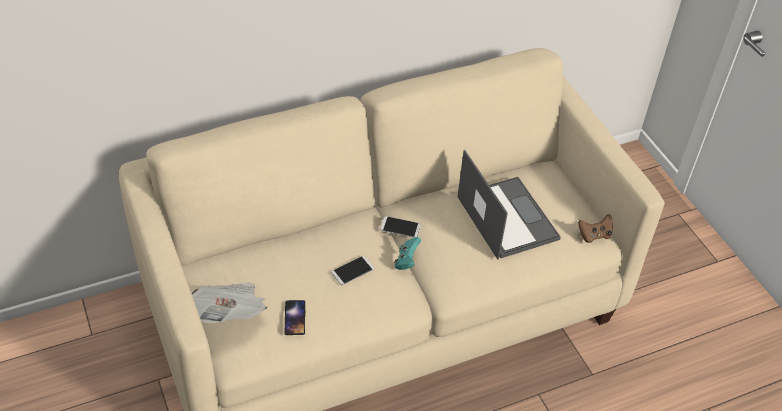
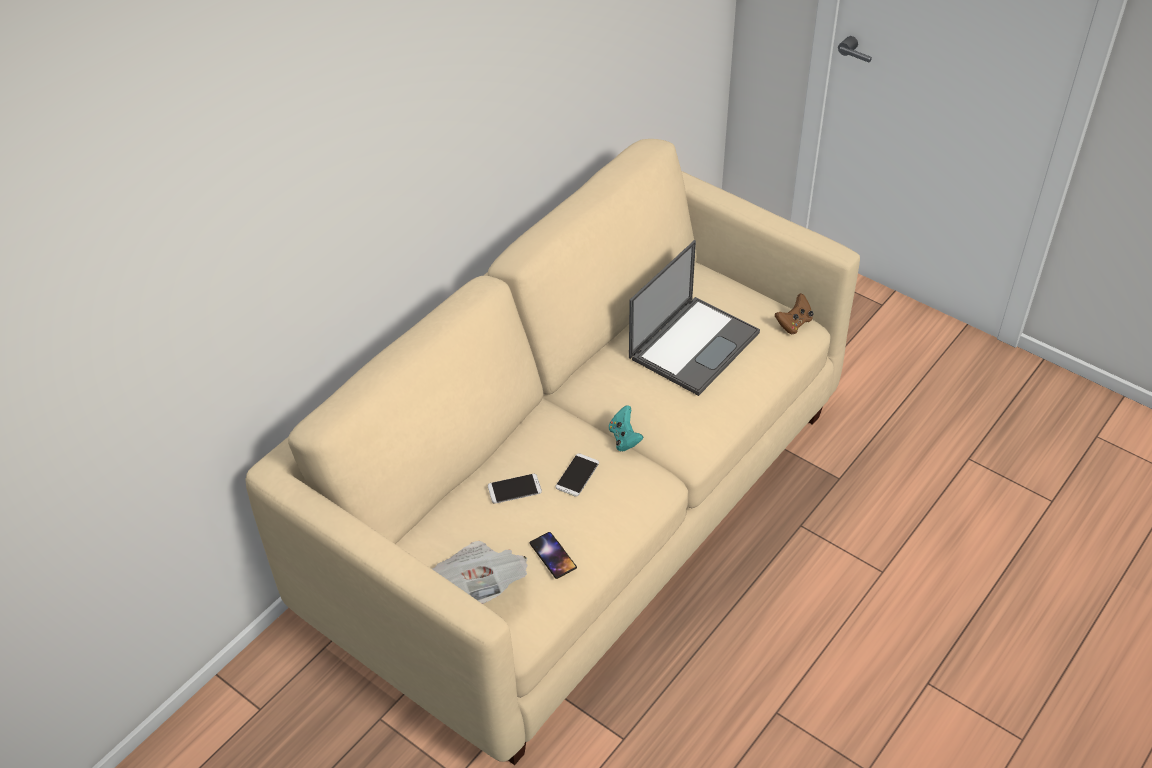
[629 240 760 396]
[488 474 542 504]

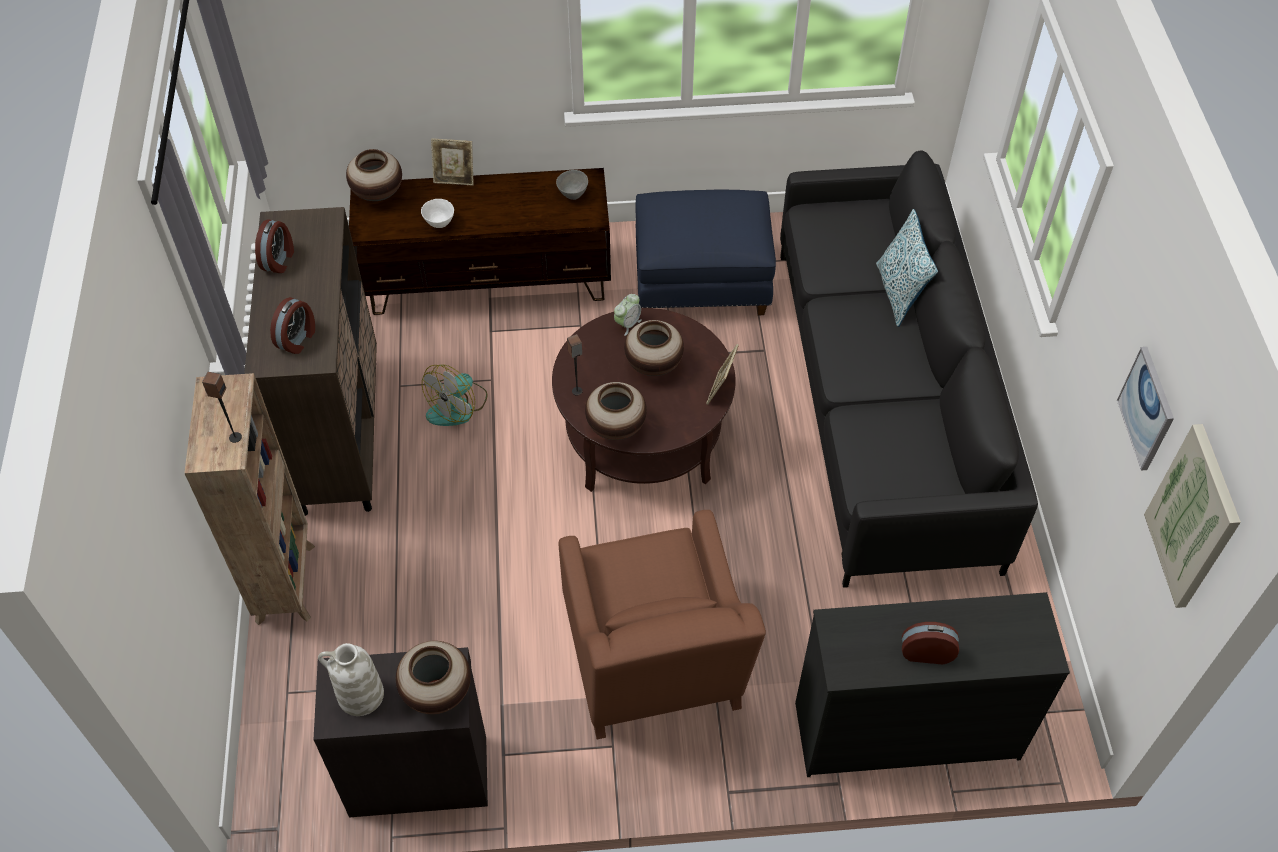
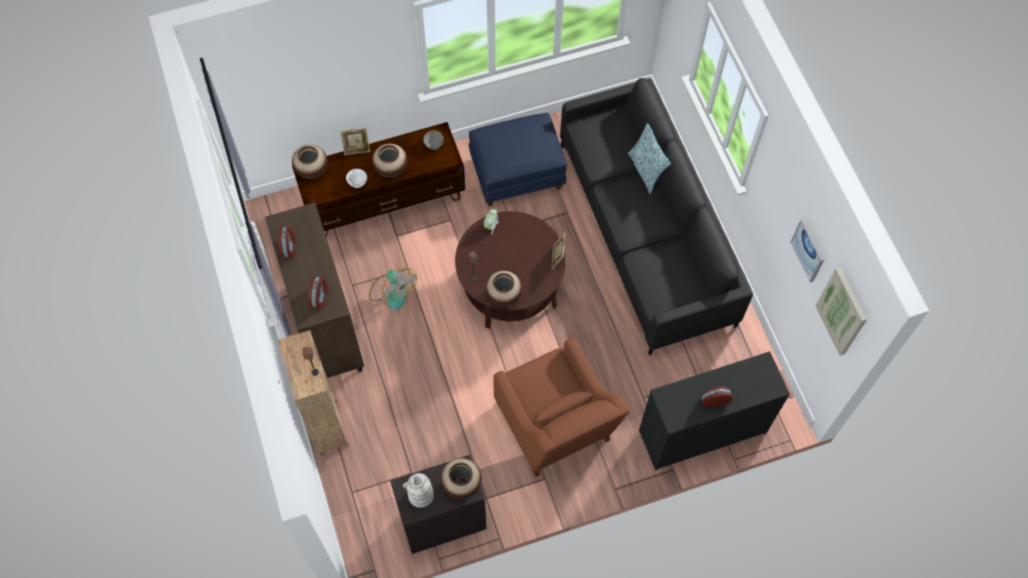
[372 144 407 177]
[369 267 417 310]

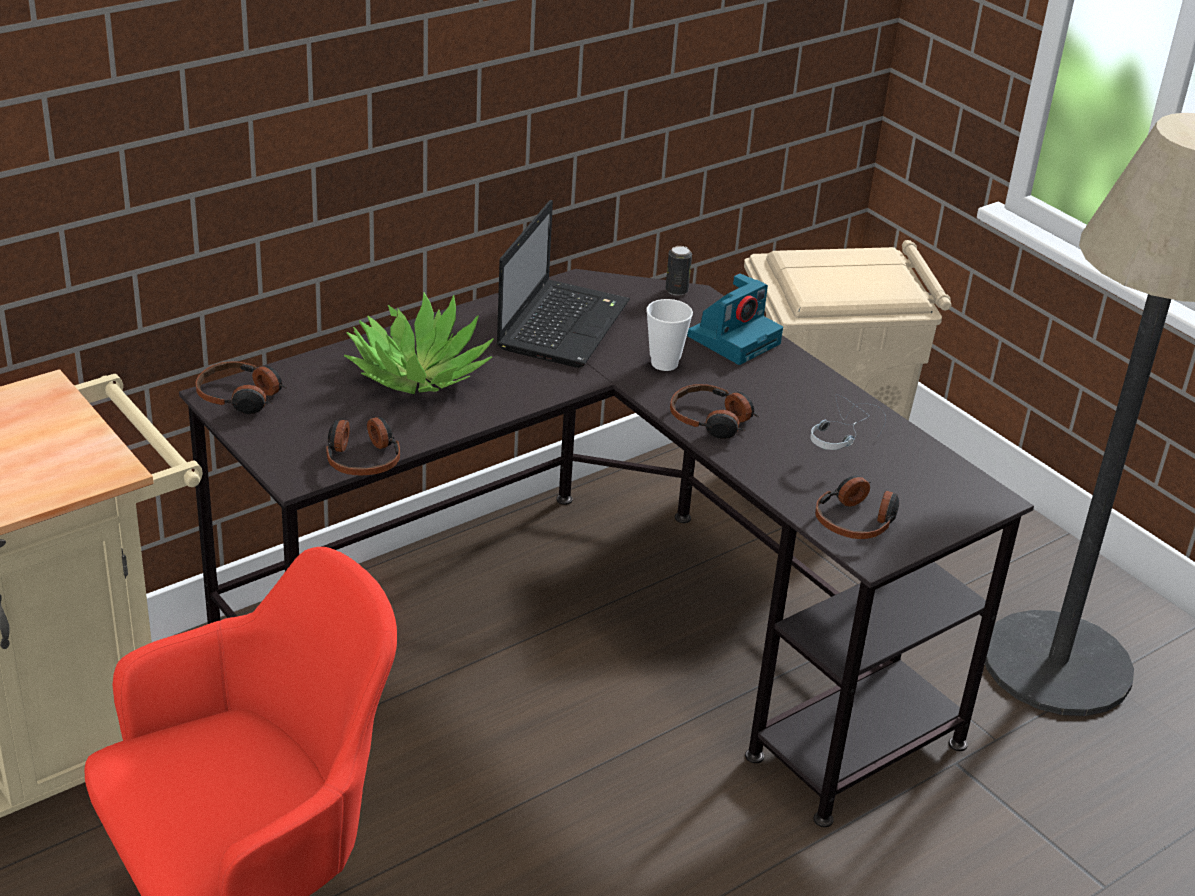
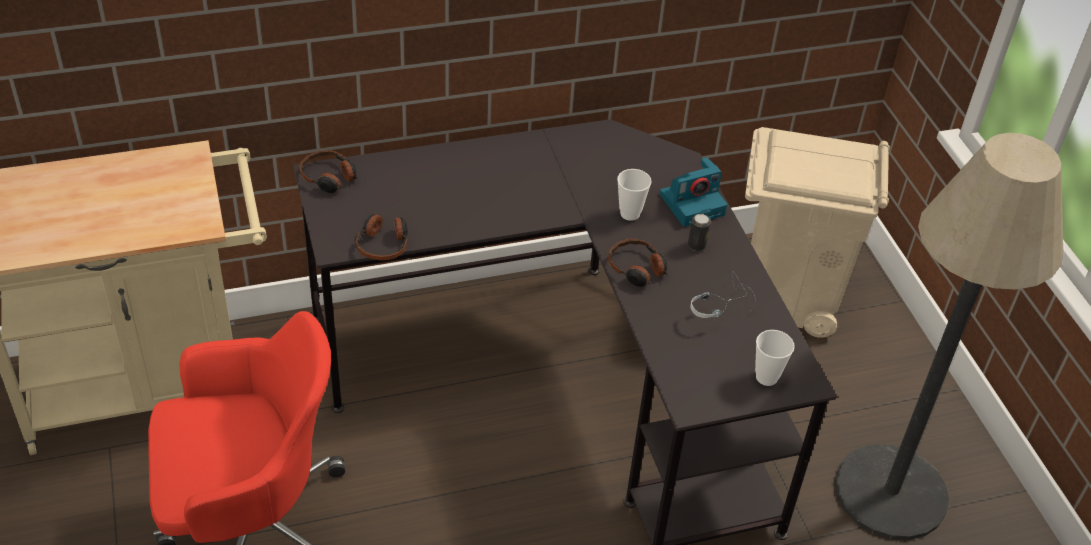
[496 200 630 368] (first image)
[688 214 711 251]
[344 293 494 394] (first image)
[815 475 899 539] (first image)
[755 330 795 386]

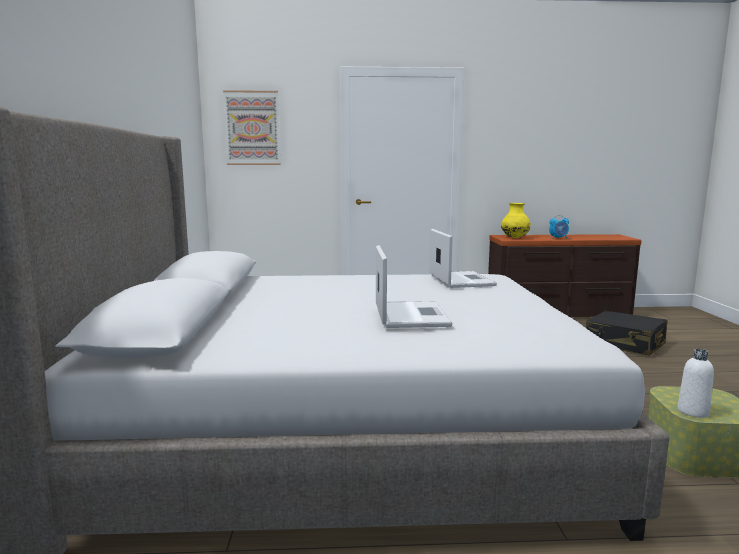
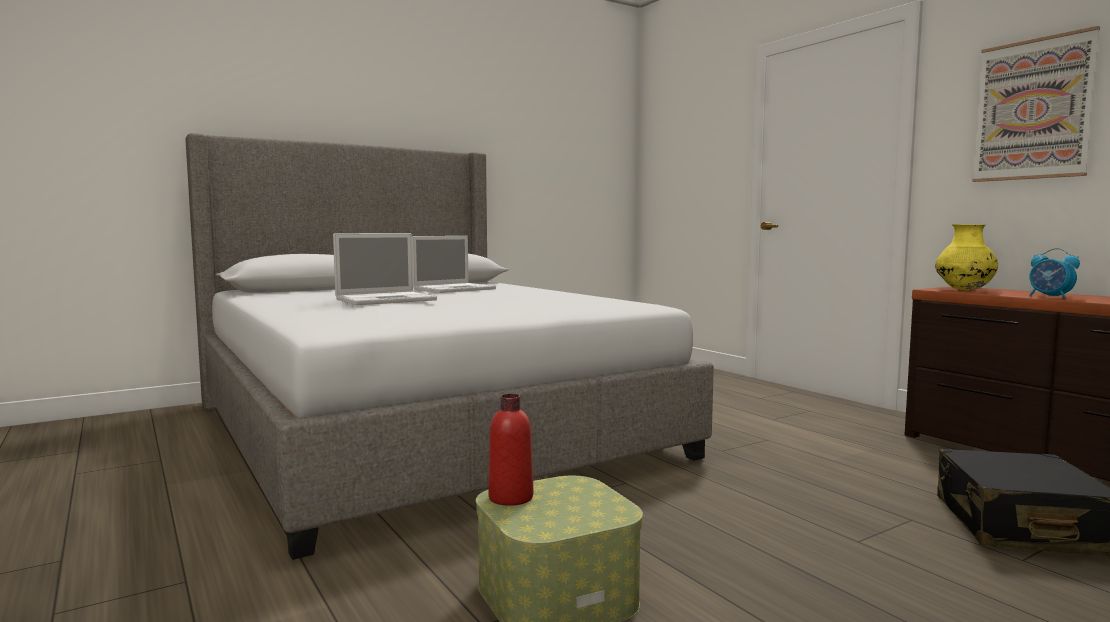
[972 26 1100 182]
[412 236 496 293]
[488 394 533 506]

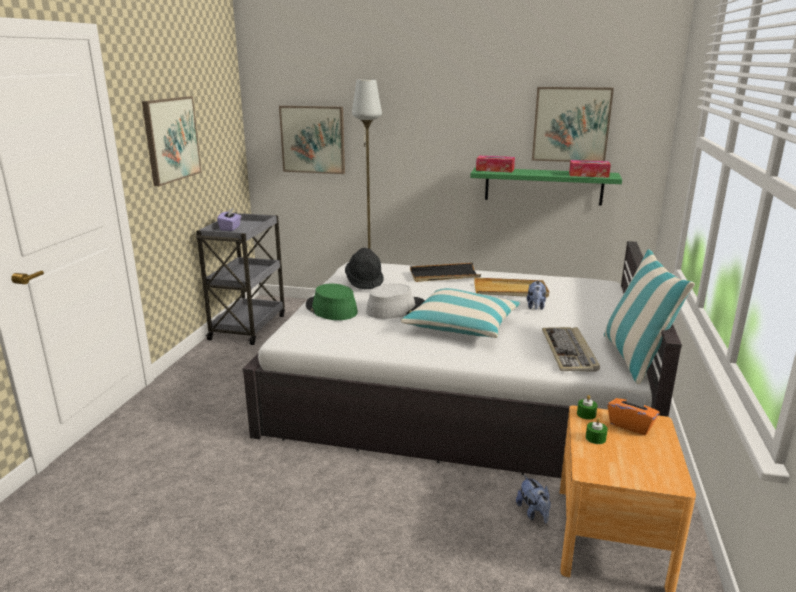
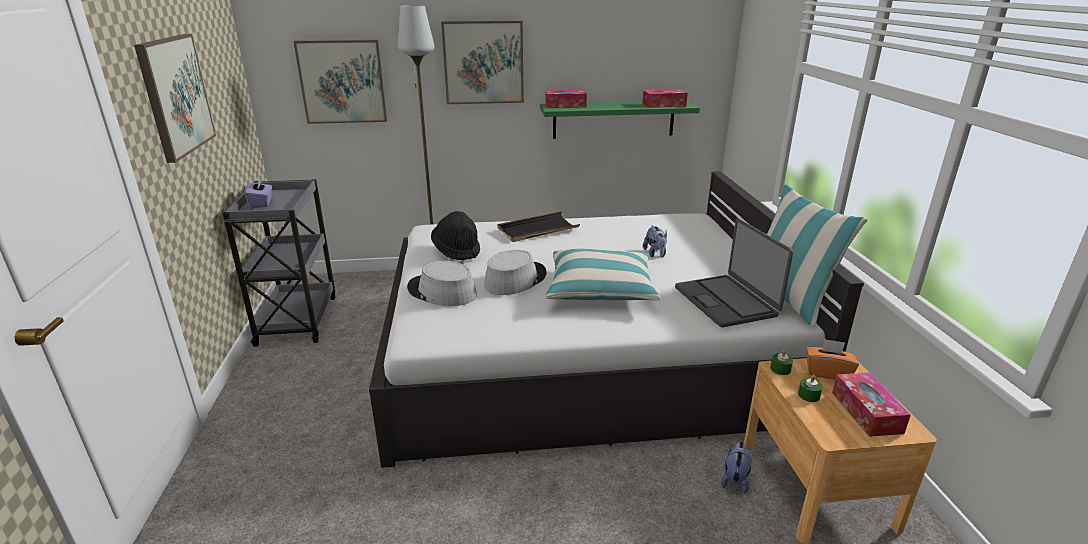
[441 21 524 104]
[474 277 549 298] (first image)
[407 261 477 306]
[675 218 793 328]
[721 442 752 494]
[832 372 911 437]

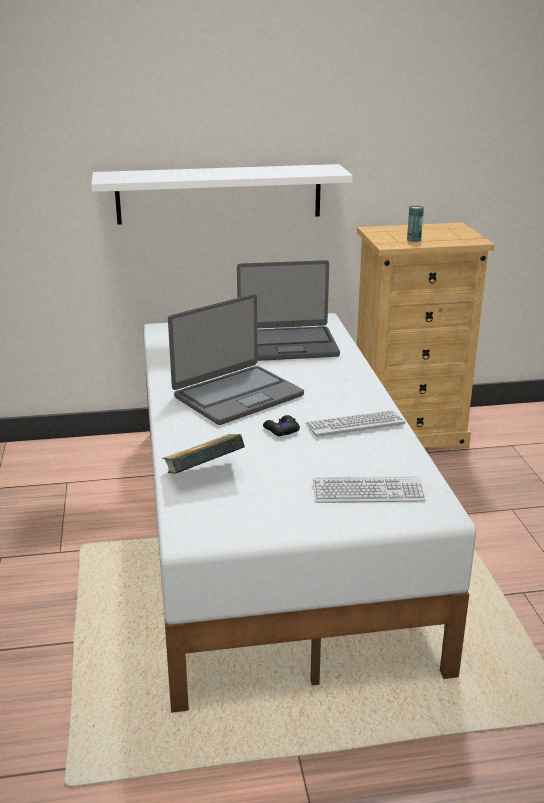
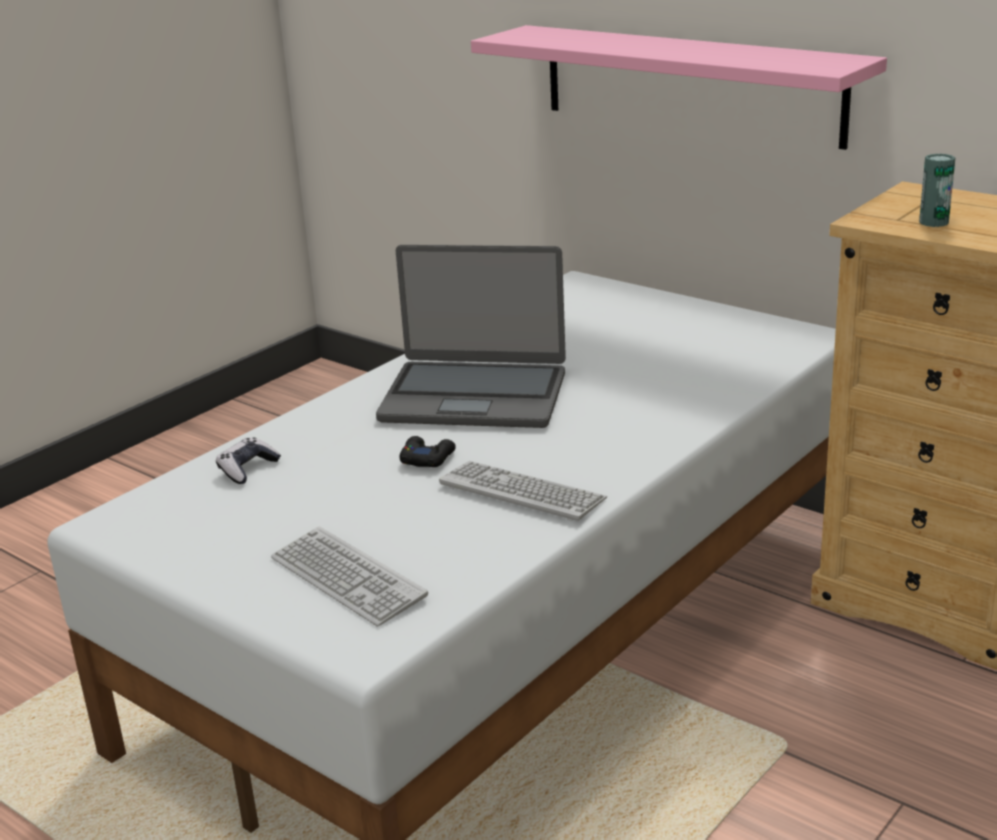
[471 25 887 150]
[237 260 340 361] (first image)
[216 437 281 484]

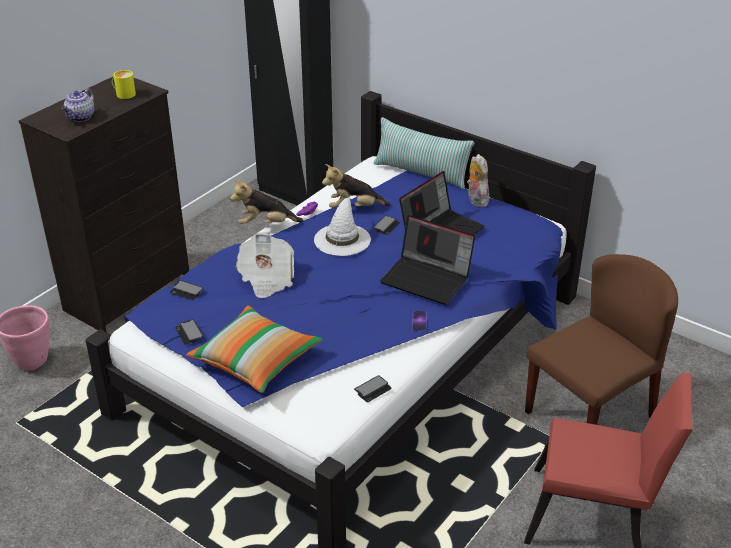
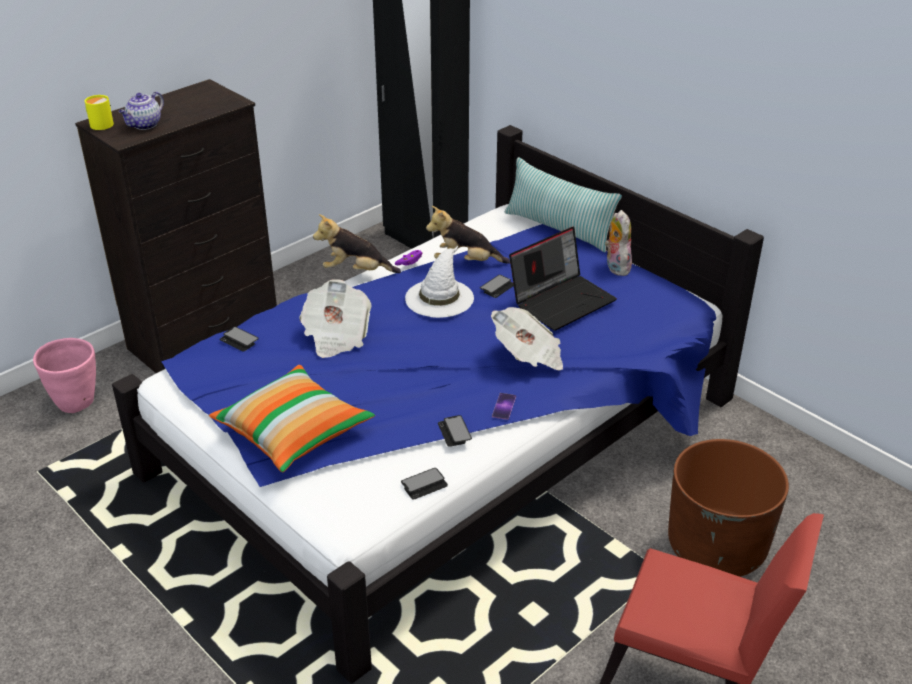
[85 95 114 130]
[491 307 563 370]
[668 439 789 577]
[438 415 472 447]

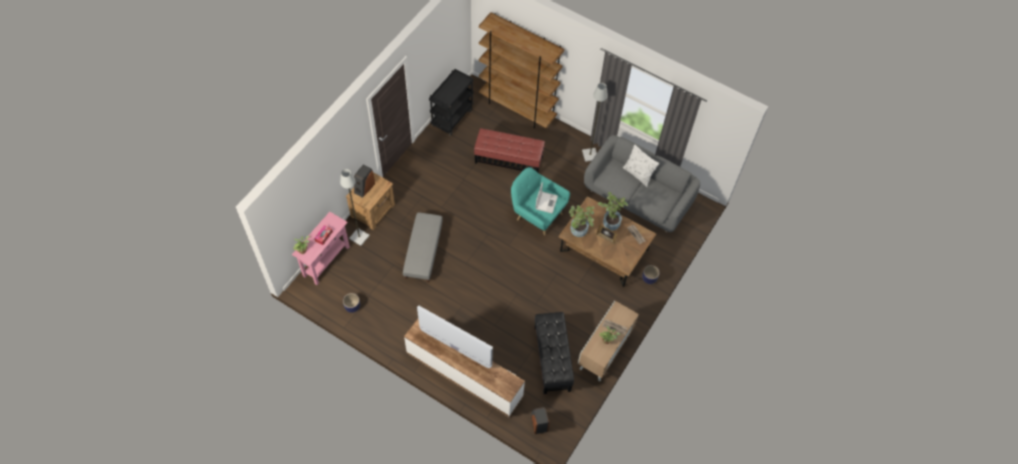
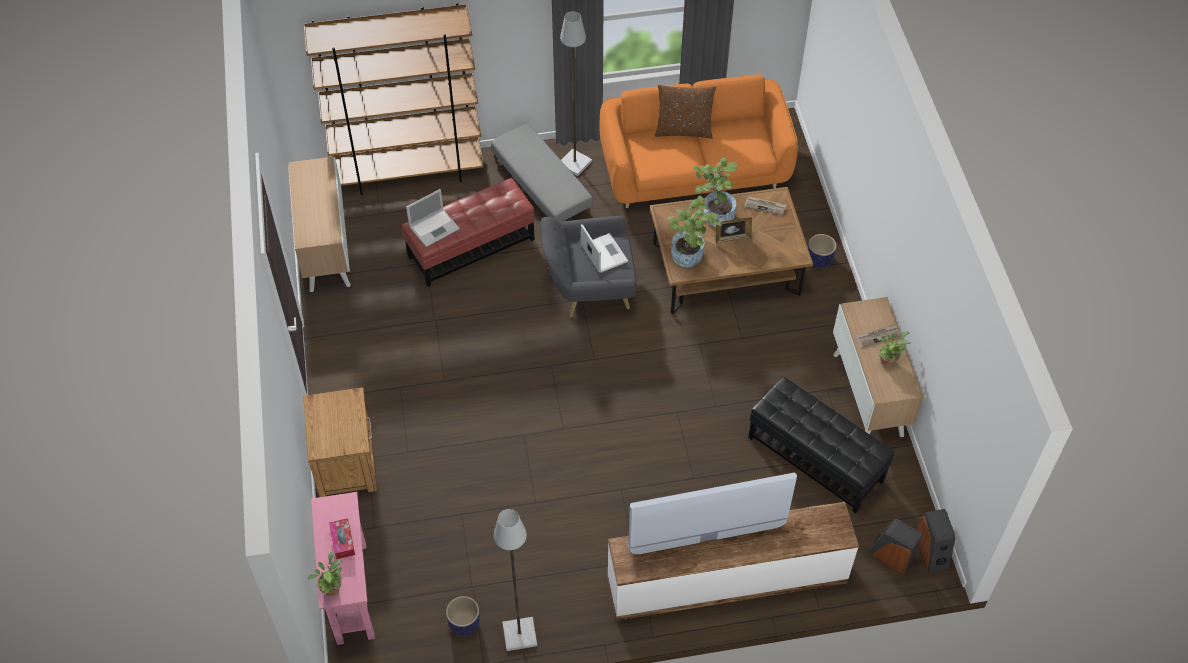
[289 157 351 292]
[600 74 798 208]
[655 85 716 139]
[917 509 955 573]
[540 216 637 317]
[494 509 537 651]
[491 124 593 222]
[406 189 460 247]

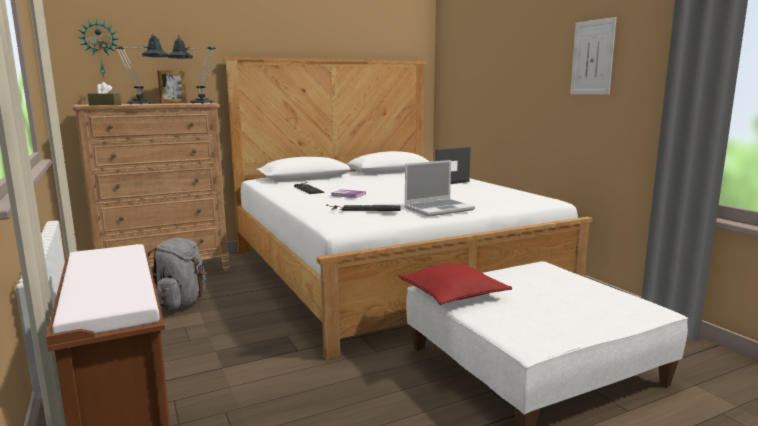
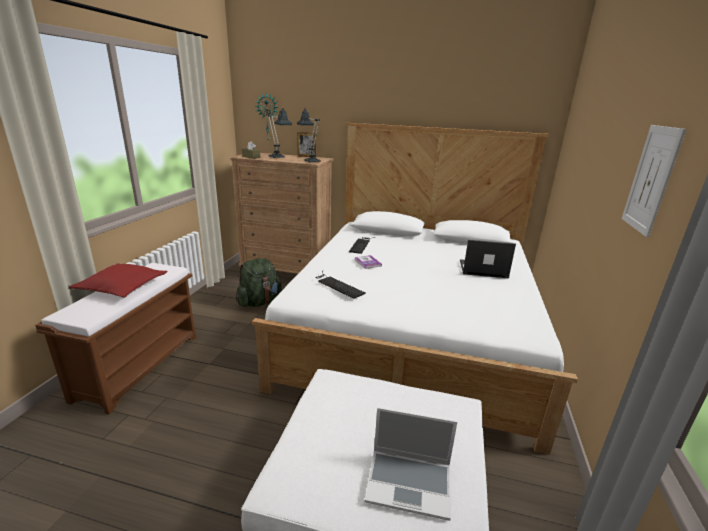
[364 407 457 521]
[236 258 282 307]
[69 263 168 298]

